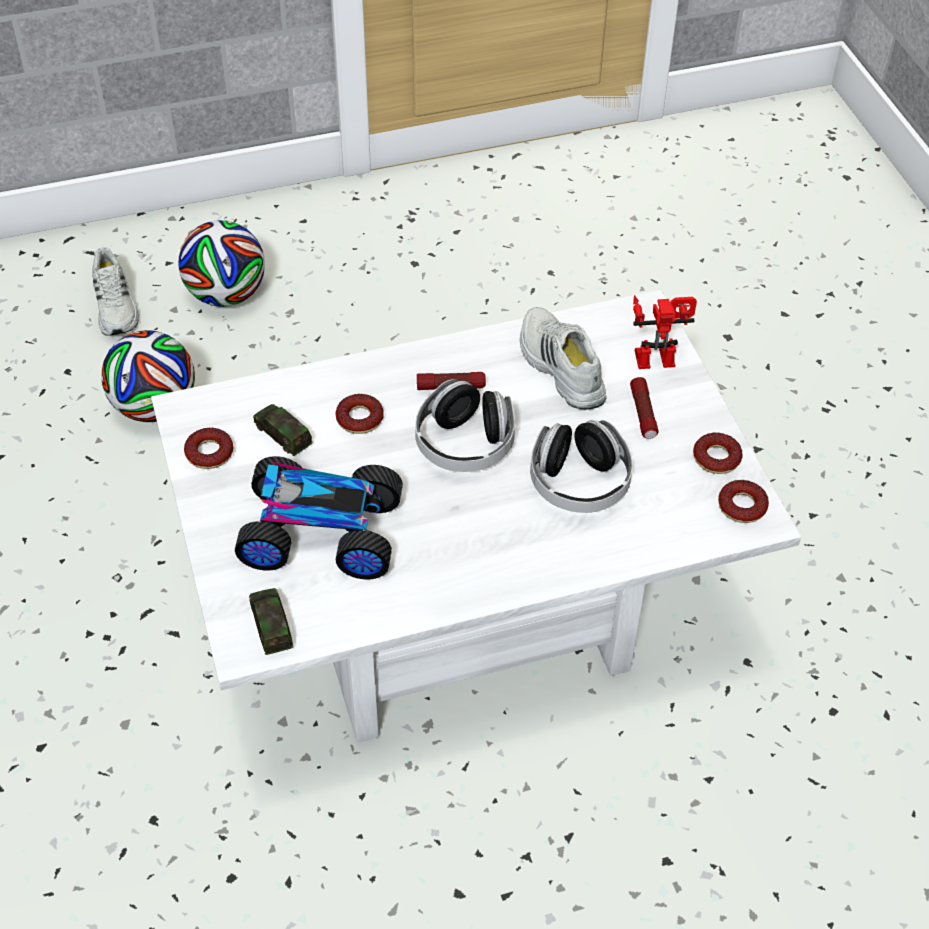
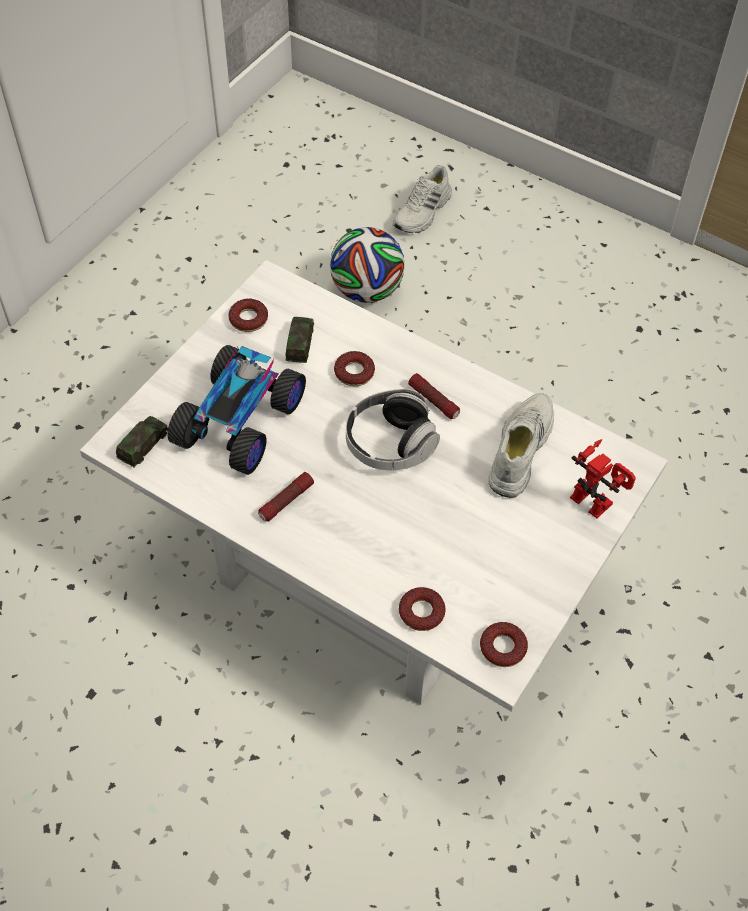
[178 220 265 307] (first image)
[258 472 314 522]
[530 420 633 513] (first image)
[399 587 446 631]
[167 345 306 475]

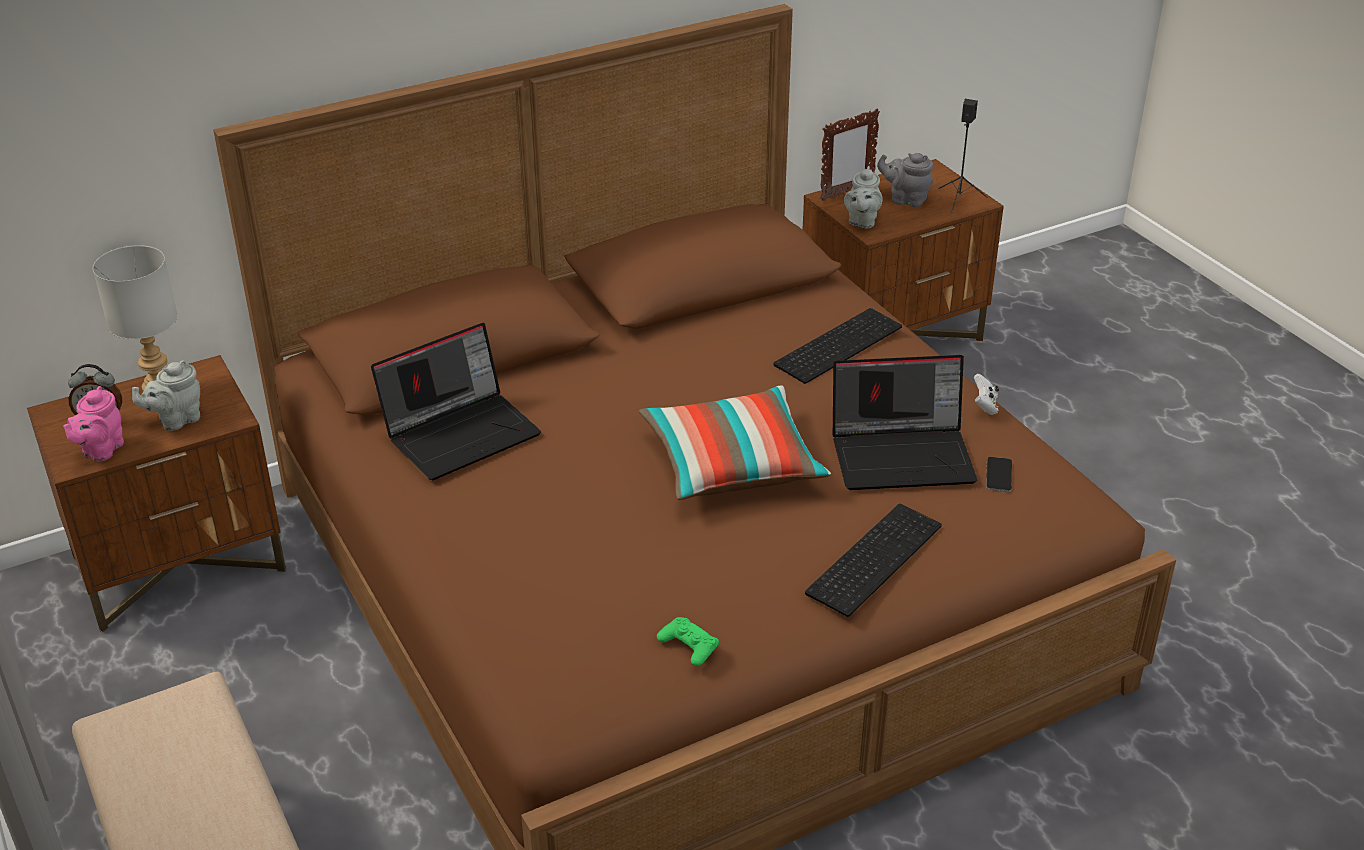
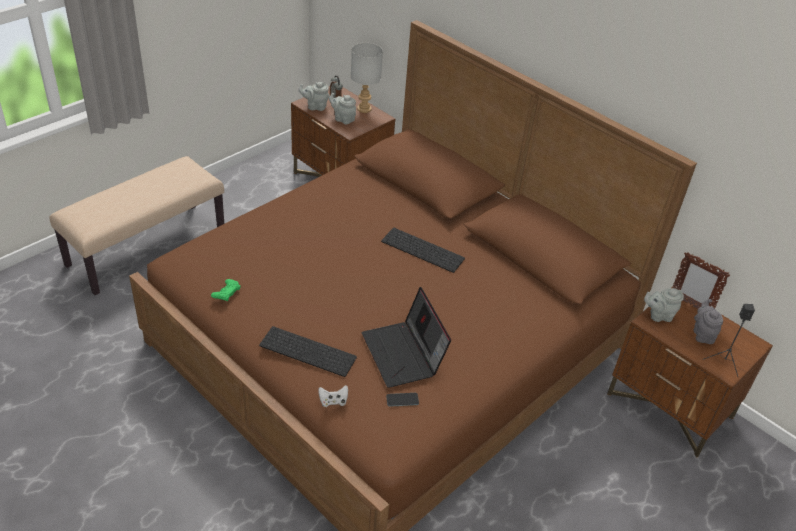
[381 228 465 273]
[371 323 541 480] (first image)
[318 385 348 407]
[299 82 330 111]
[639 386 831 500] (first image)

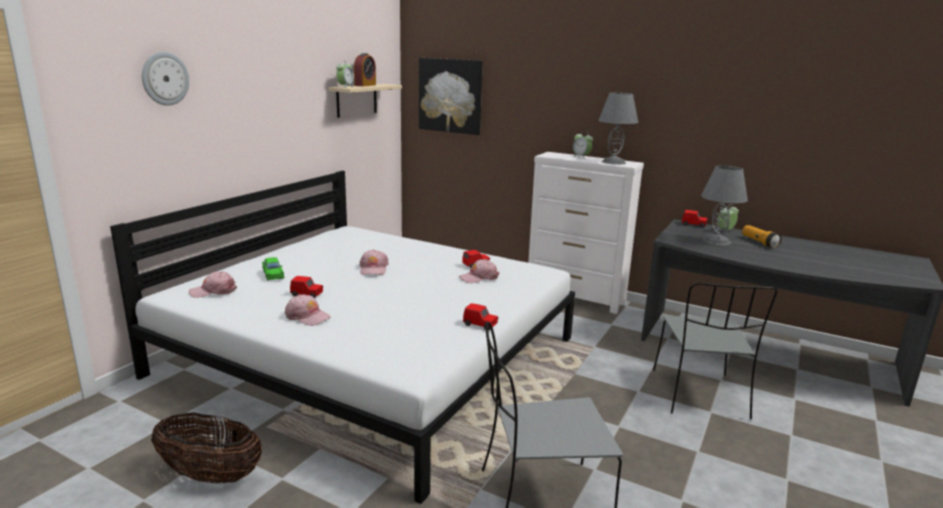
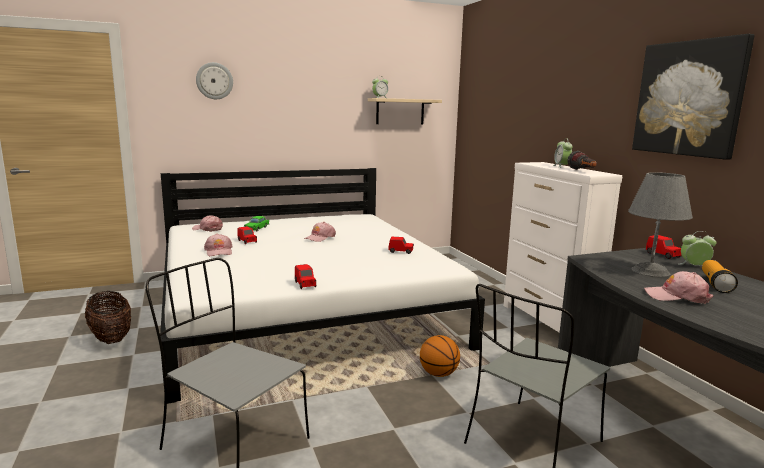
[354 53 376 86] (first image)
[632 34 755 160]
[568 151 597 170]
[644 271 713 304]
[420 335 460 377]

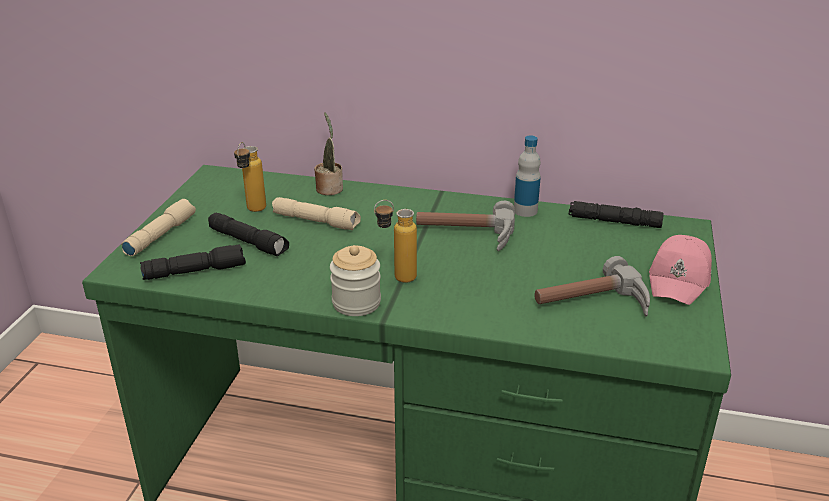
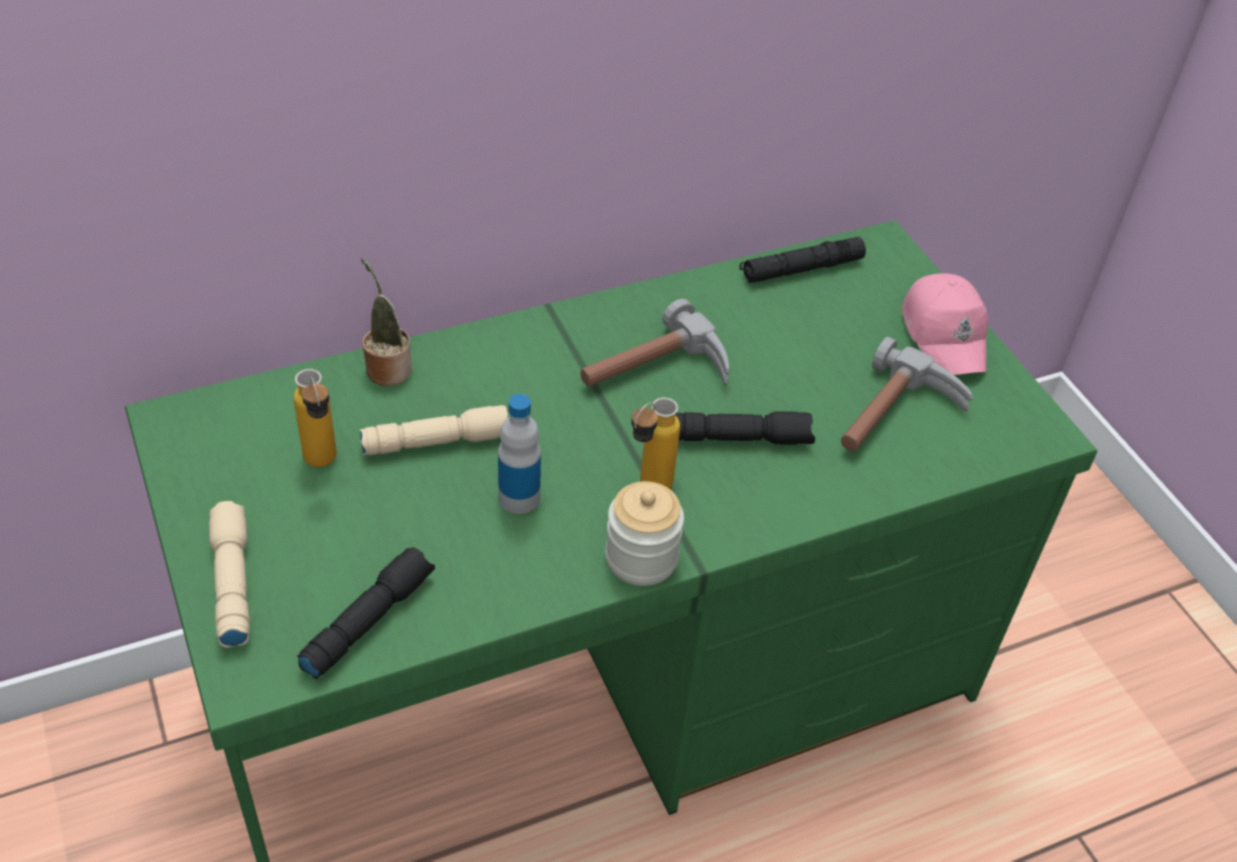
[498 394 541 514]
[675 411 815 445]

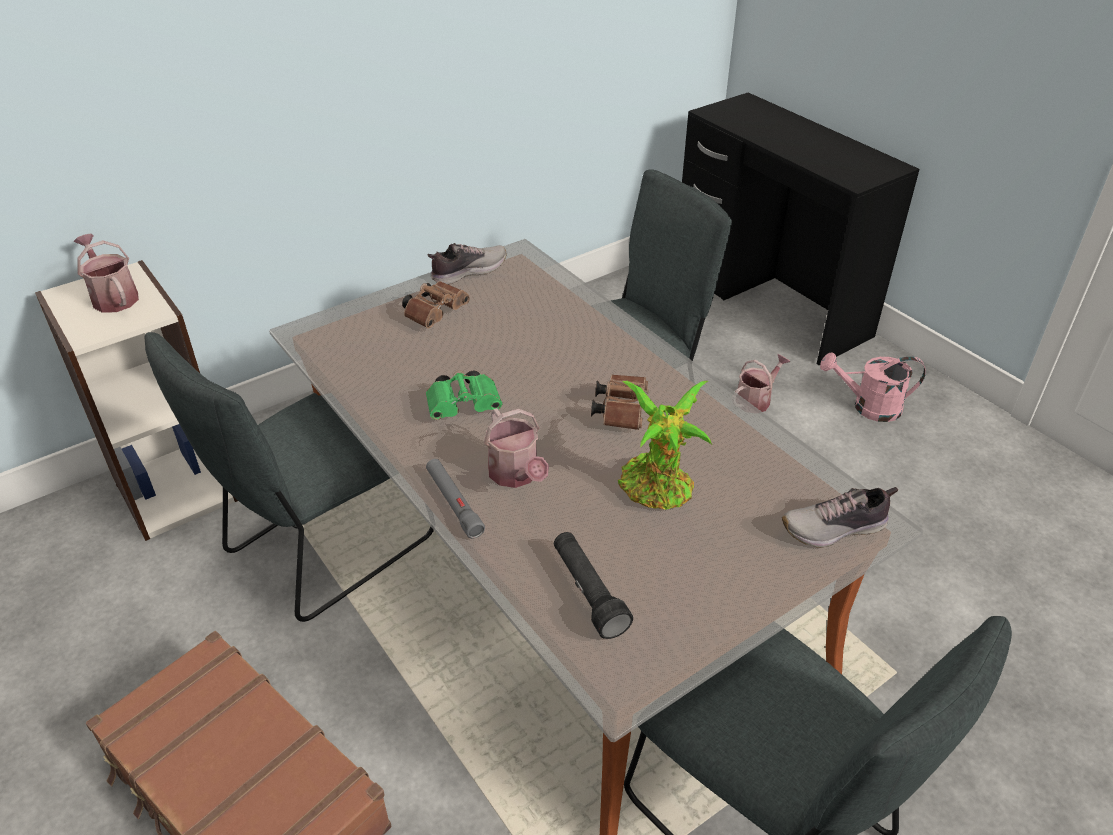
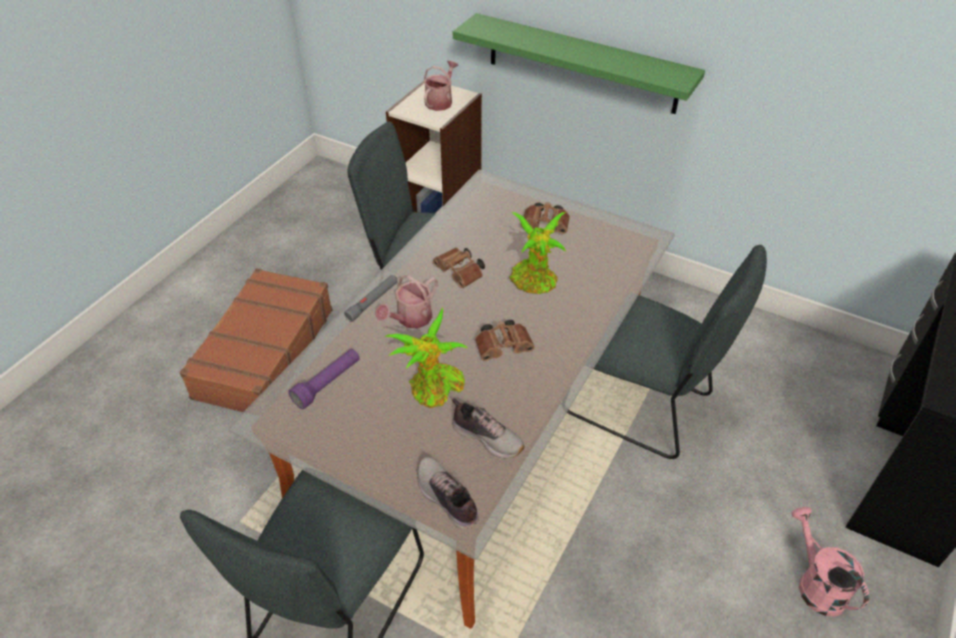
[452 398 525 459]
[735 354 790 412] (first image)
[433 247 485 288]
[289 349 360 409]
[453 13 705 114]
[509 212 566 294]

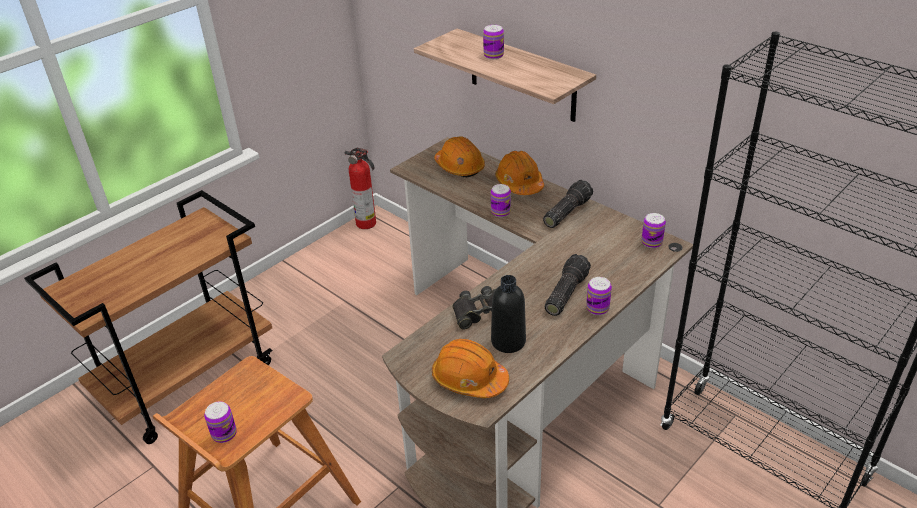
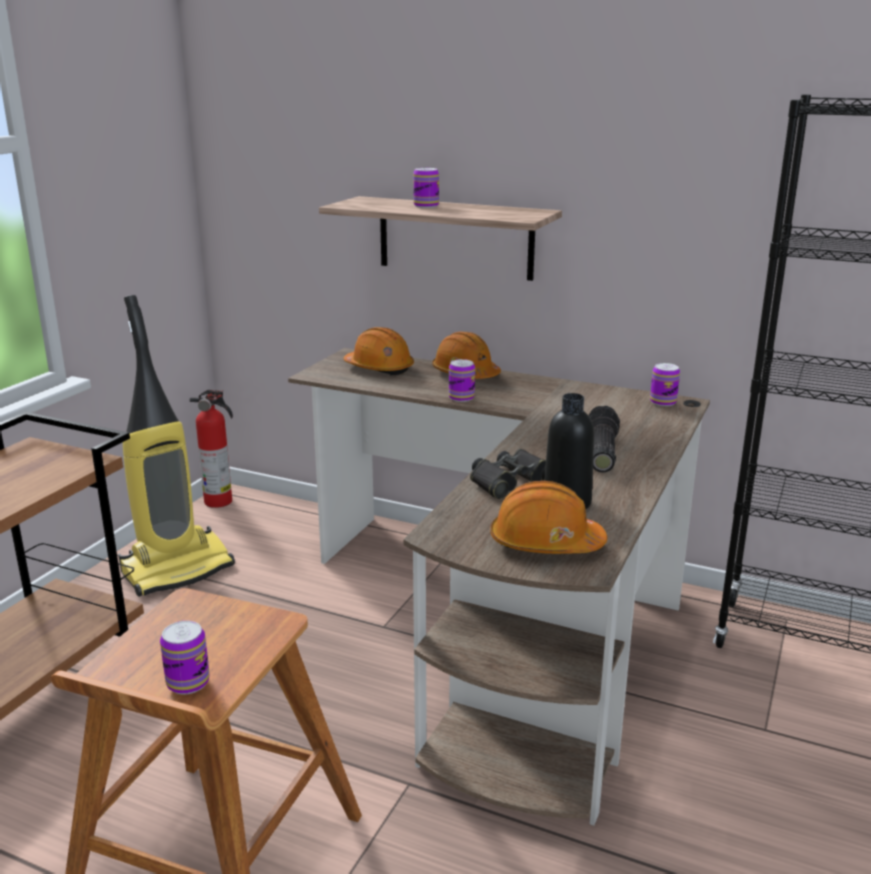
[543 180 593 228] (first image)
[586 277 612 315] (first image)
[118 295 235 597]

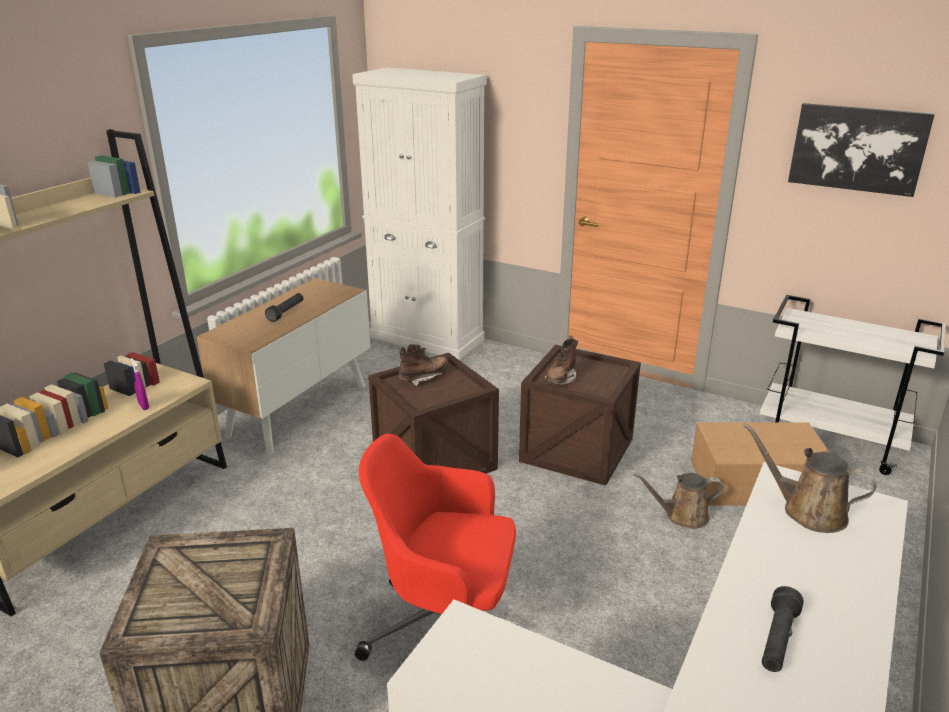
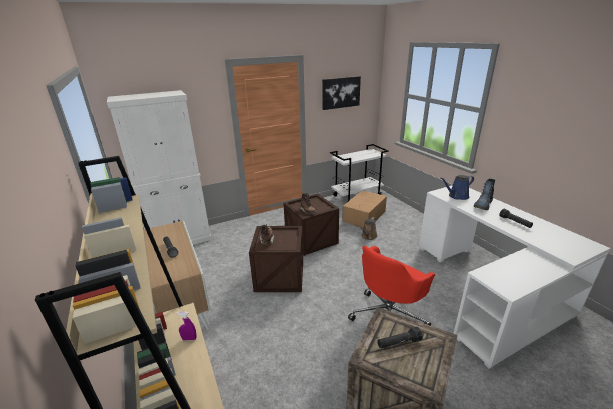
[440 175 474 200]
[474 179 495 210]
[377 327 423 348]

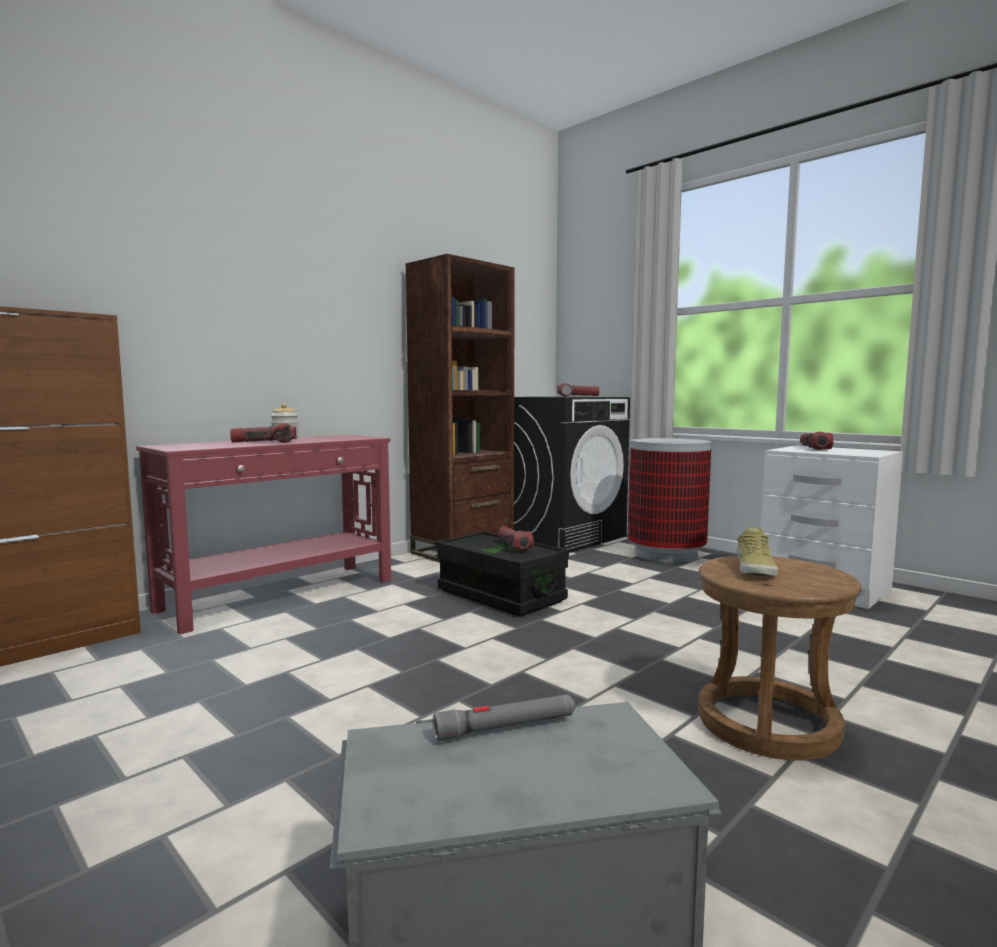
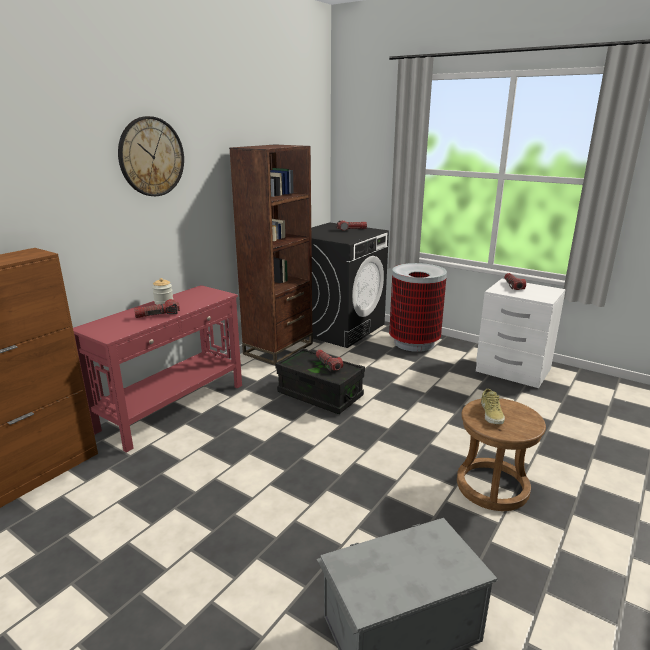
[433 694 575 741] (first image)
[118 116 184 196]

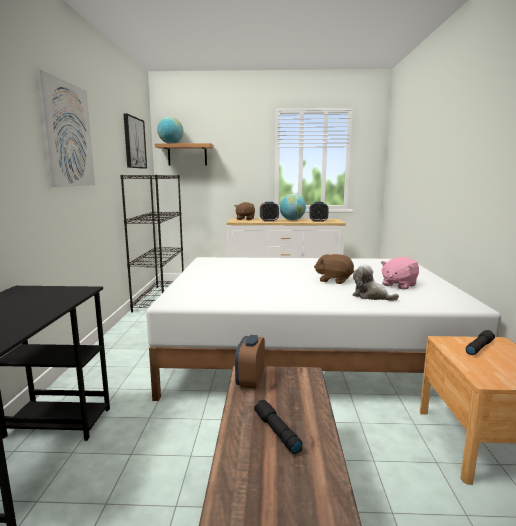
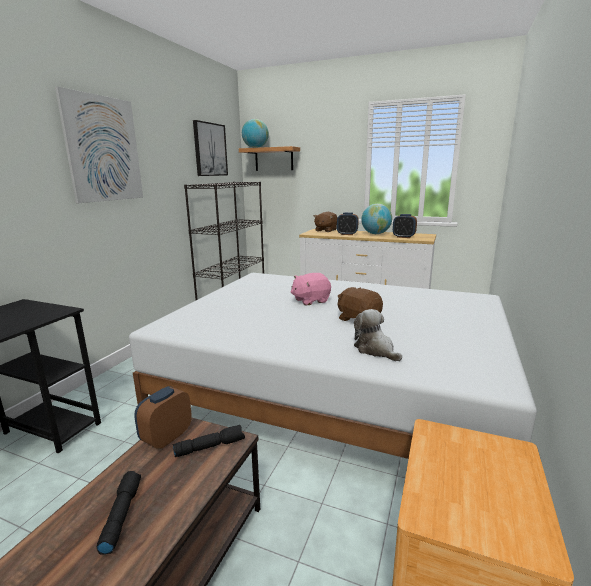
[291 273 331 306]
[173 425 245 457]

